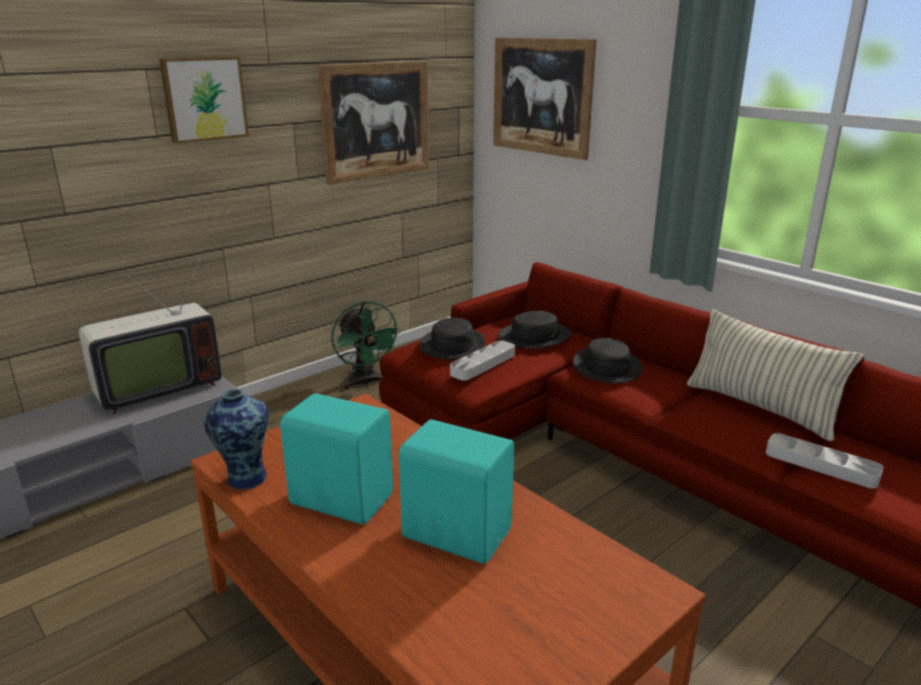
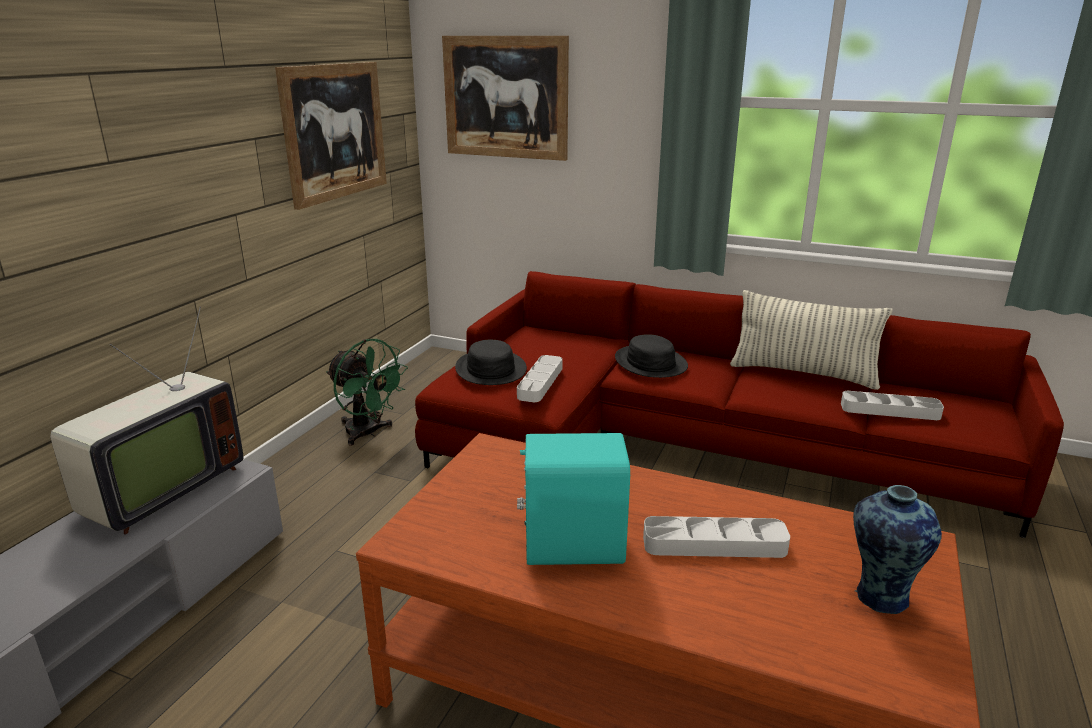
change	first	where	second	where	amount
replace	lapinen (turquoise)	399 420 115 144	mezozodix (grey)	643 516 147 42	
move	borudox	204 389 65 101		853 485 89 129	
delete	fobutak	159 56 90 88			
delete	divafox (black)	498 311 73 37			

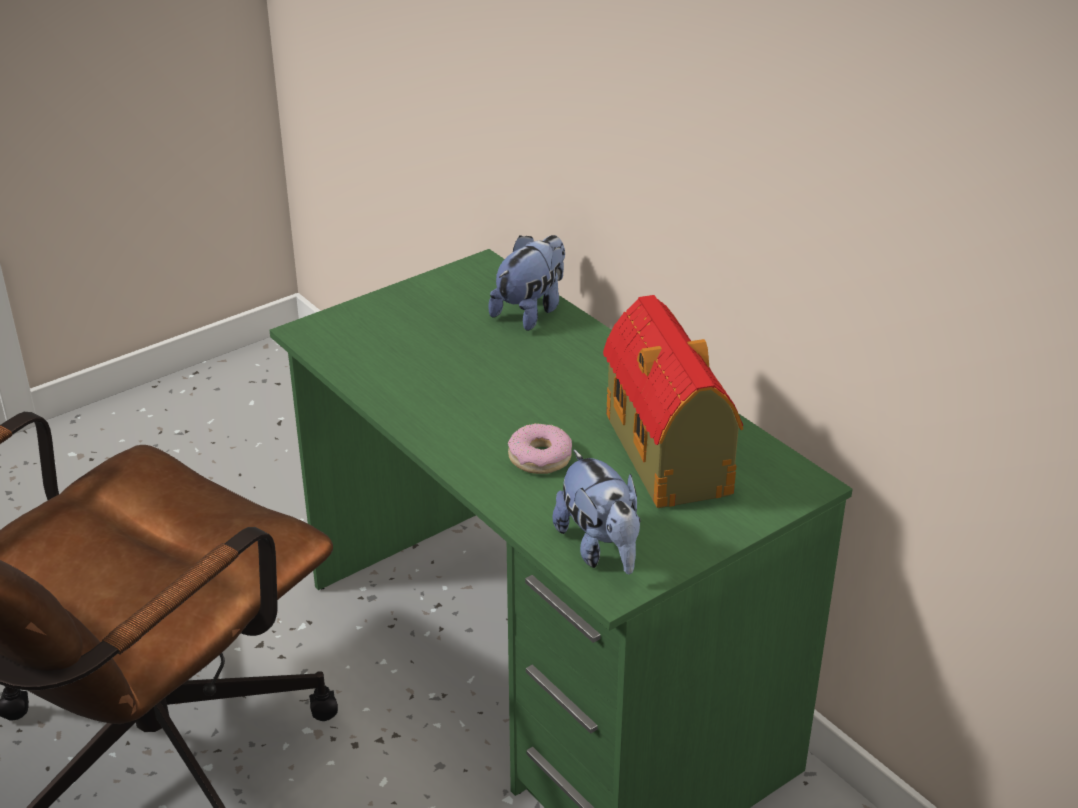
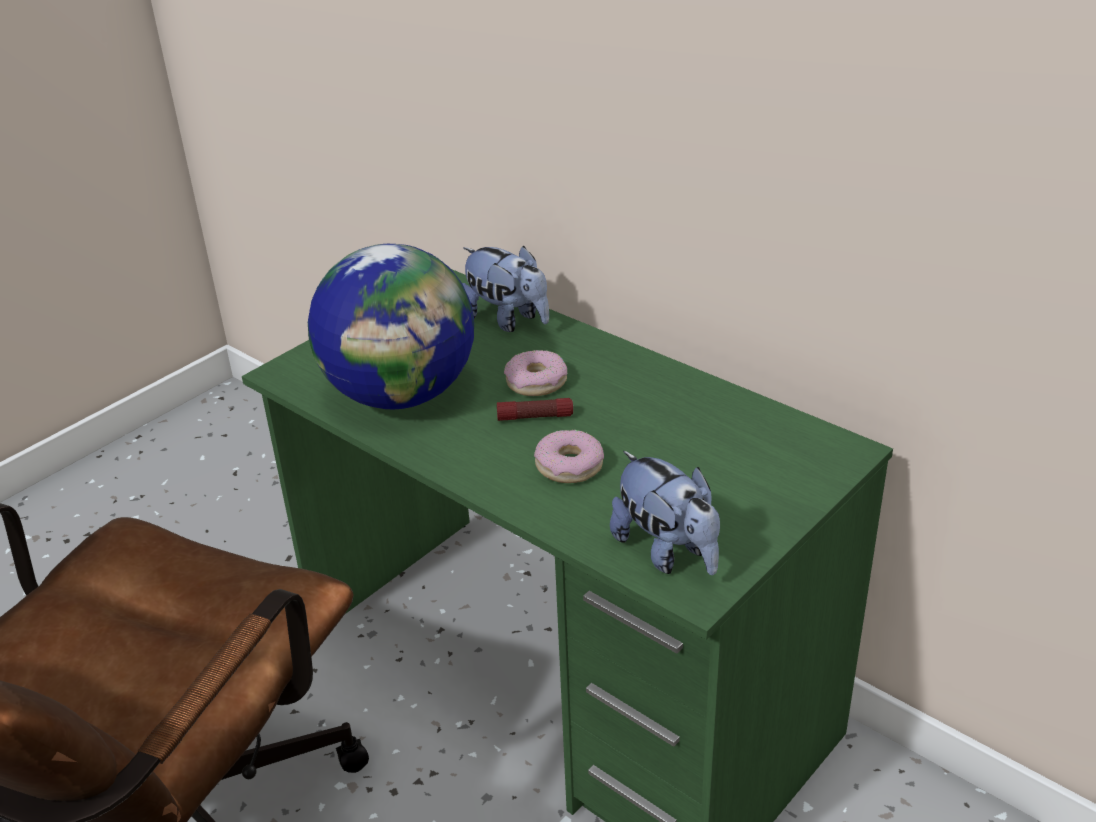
change	first	where	second	where	amount
insert			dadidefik	308 244 166 165	
rotate	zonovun	488 235 77 96		462 246 87 86	105 degrees clockwise
insert			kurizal	497 398 76 23	
insert			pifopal	504 350 63 46	
delete	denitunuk	603 295 140 213			

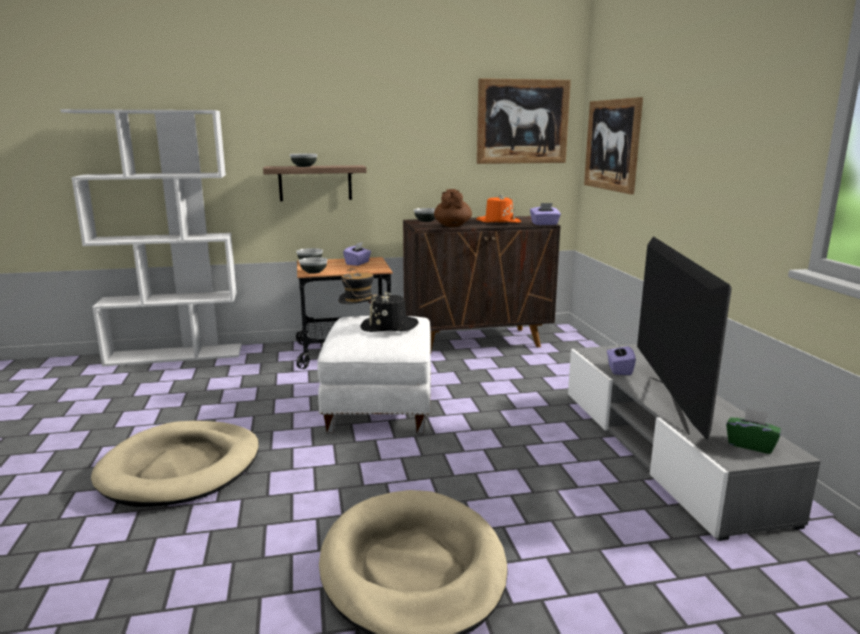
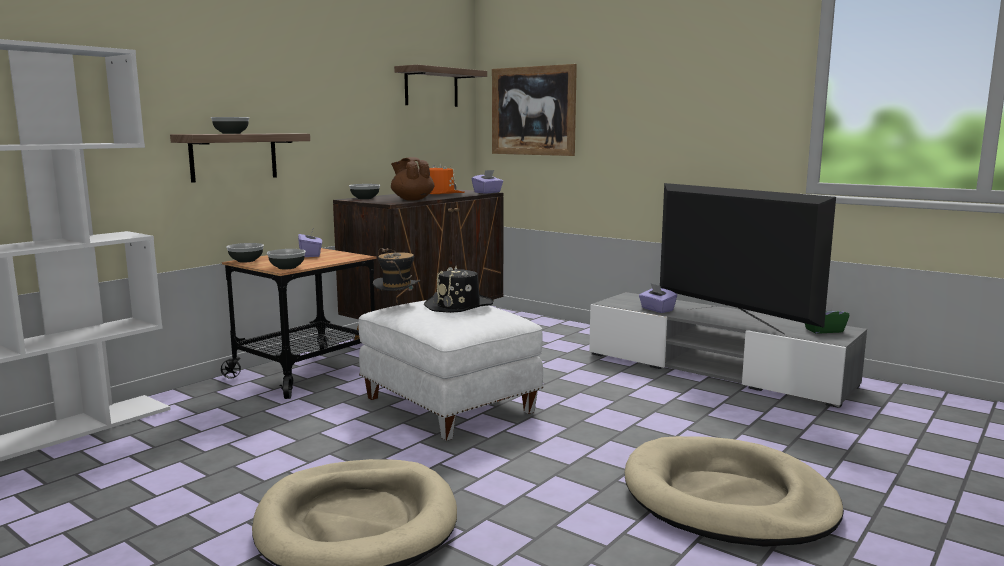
change	first	where	second	where	amount
replace	fobutak	477 78 94 86	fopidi	394 65 93 42	

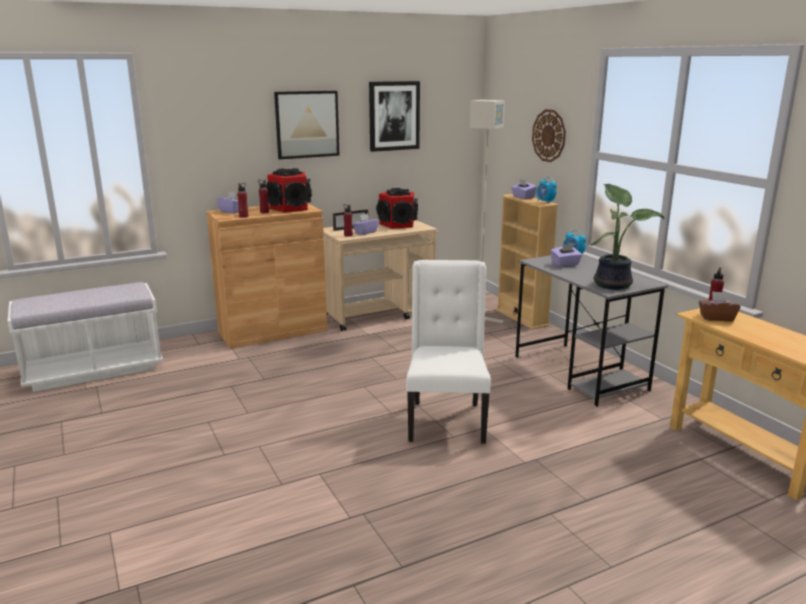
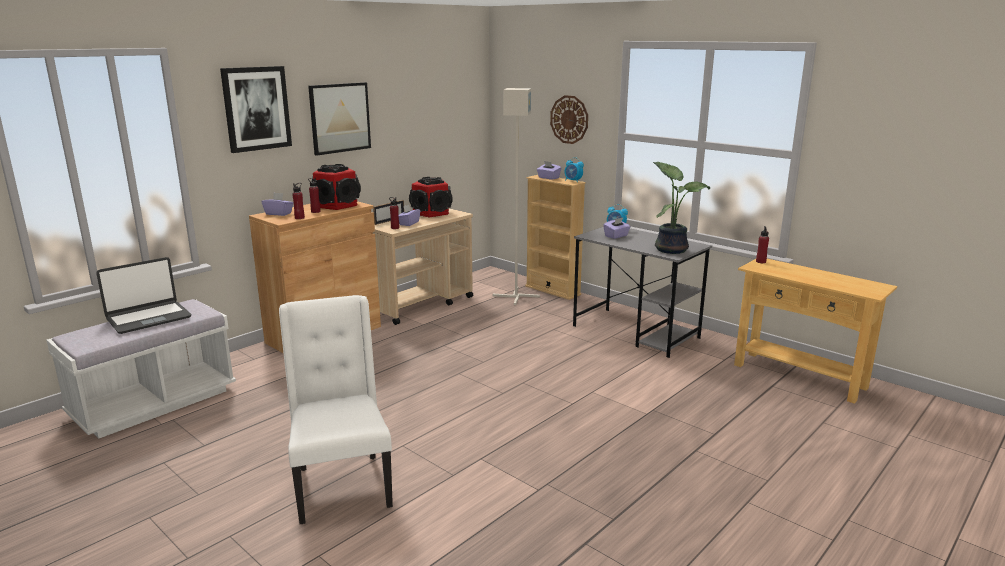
change	first	where	second	where	amount
insert			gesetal	96 257 95 77	
move	fobutak	369 81 51 71		220 66 72 87	
move	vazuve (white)	406 260 85 184		279 295 114 229	
delete	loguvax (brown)	699 291 42 30			

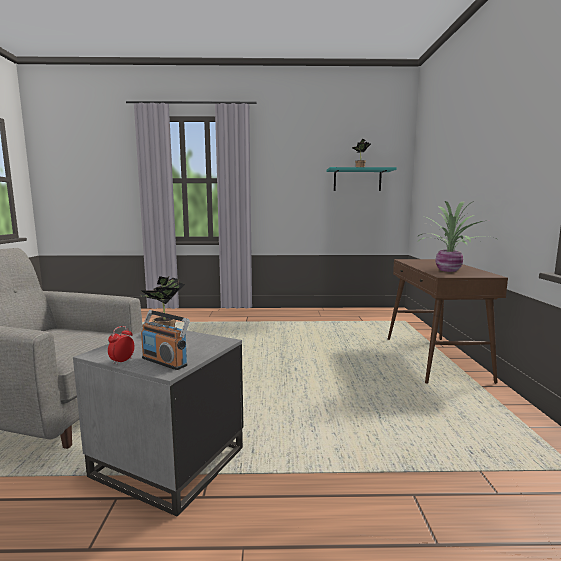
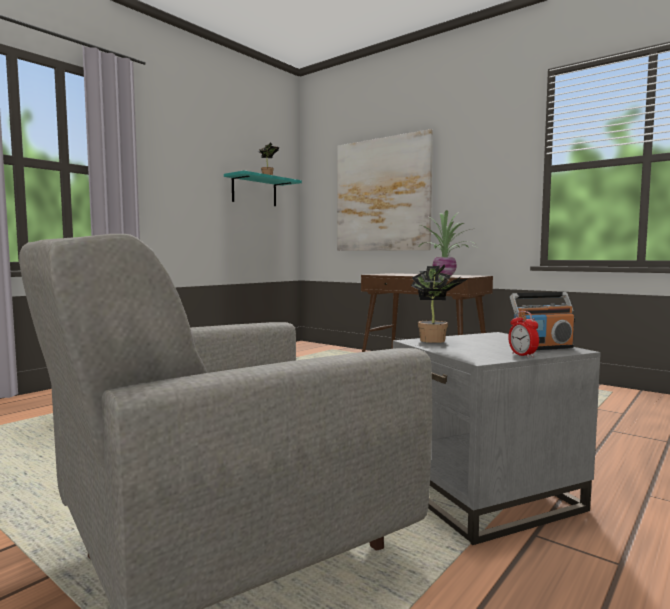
change	first	where	second	where	amount
insert			fobutak	337 129 96 122	

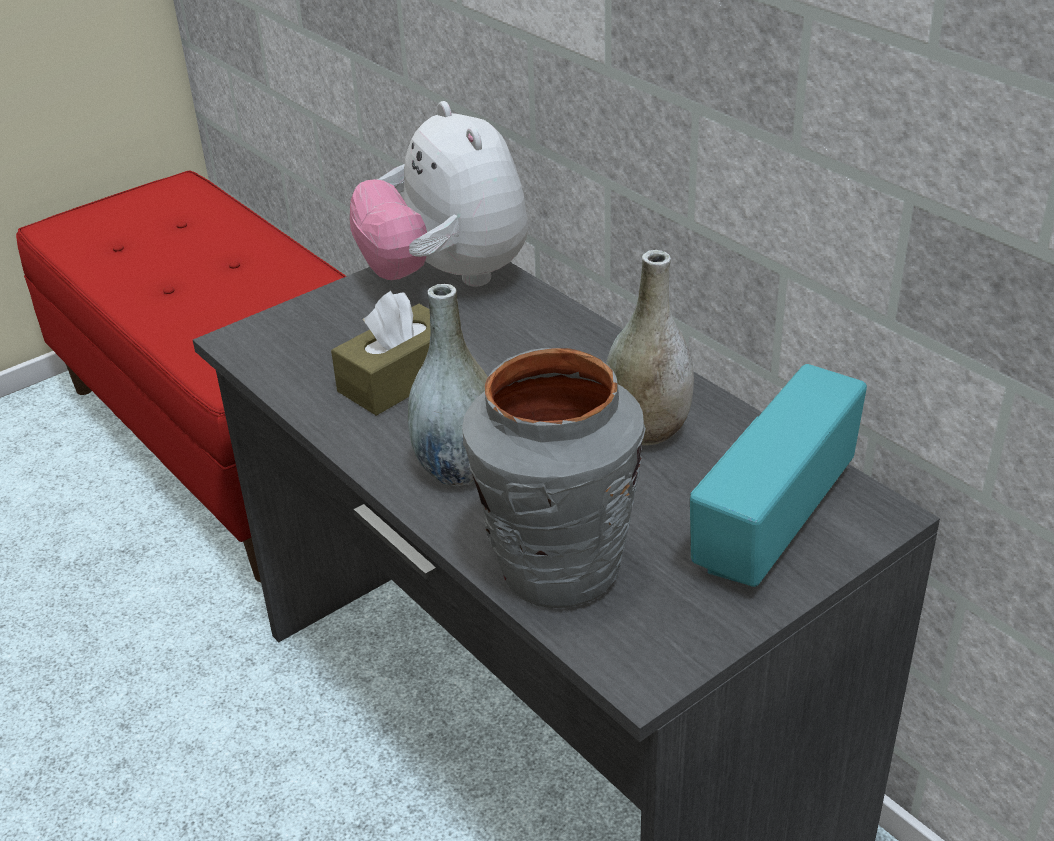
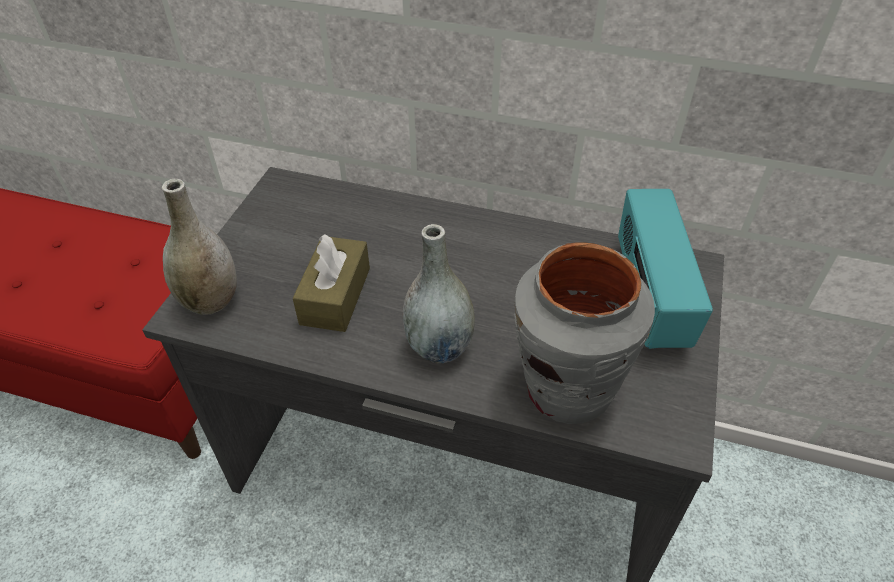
change	first	where	second	where	amount
move	borudox (grey)	606 250 88 195		162 179 75 136	
delete	zonovun	350 101 178 186			

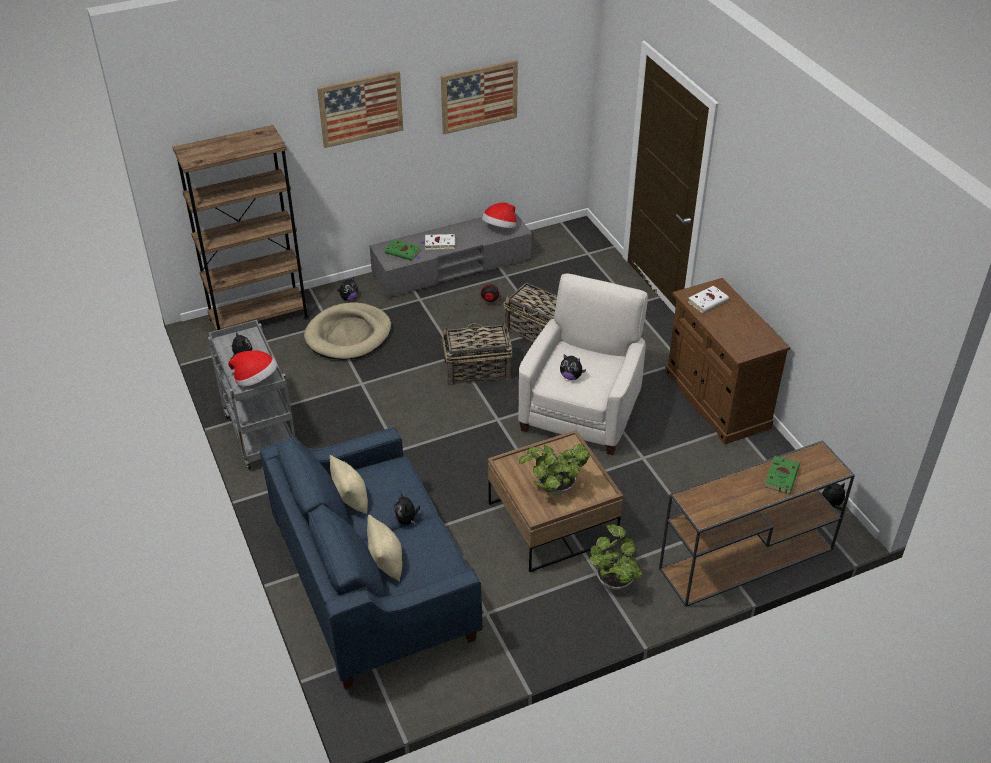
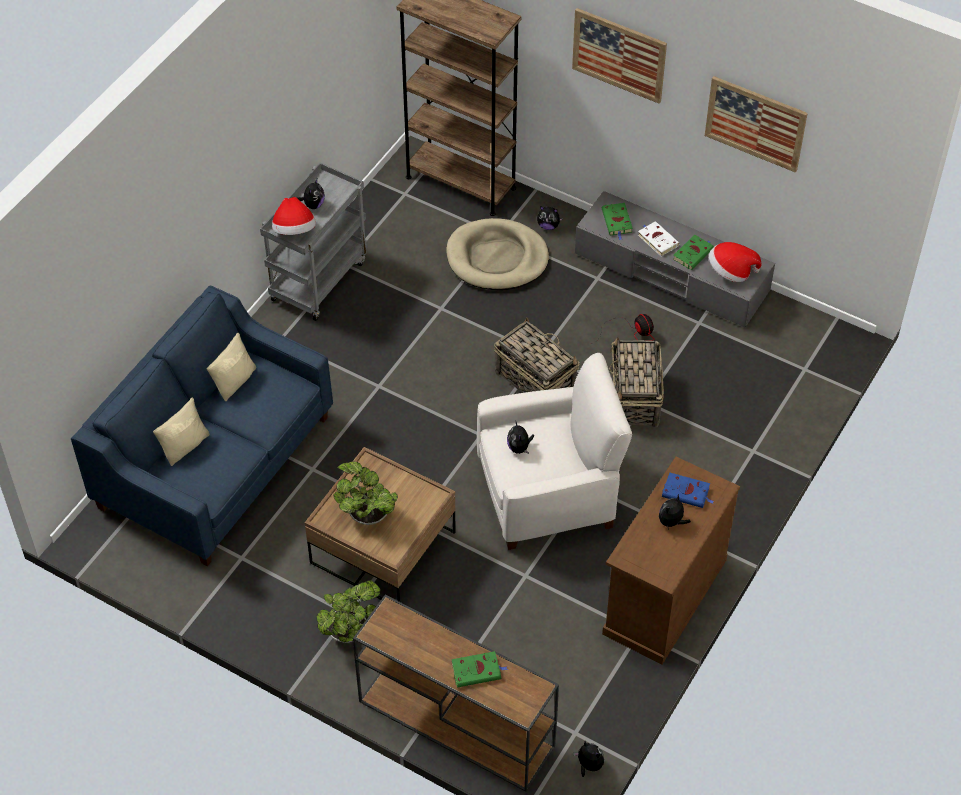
change	first	where	second	where	amount
move	zonovun	393 493 27 32		659 494 32 36	
recolor	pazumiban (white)	688 286 41 27	pazumiban (blue)	662 473 52 35	
insert			pazumiban (green)	673 235 41 35	

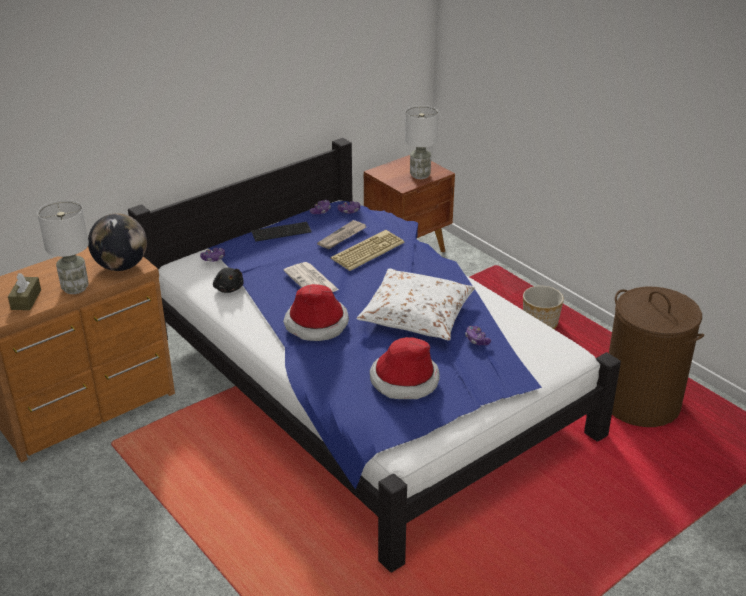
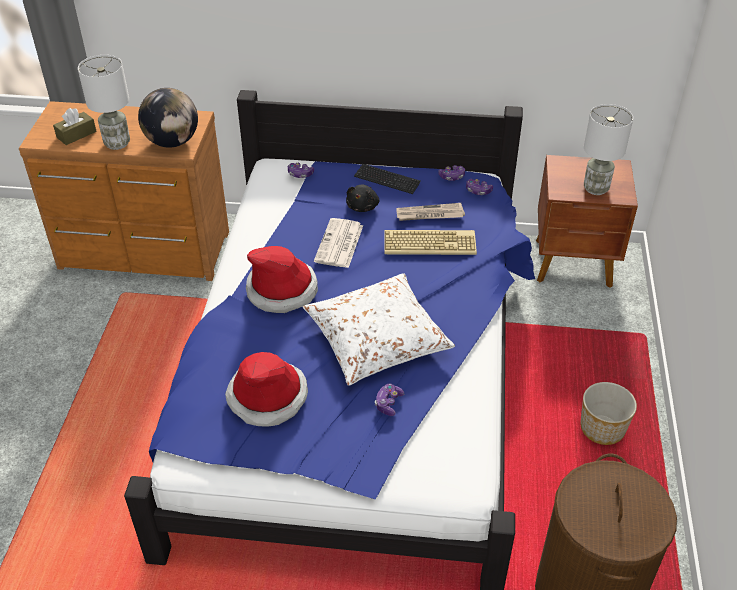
change	first	where	second	where	amount
move	zonovun (black)	213 268 31 25		346 185 33 27	

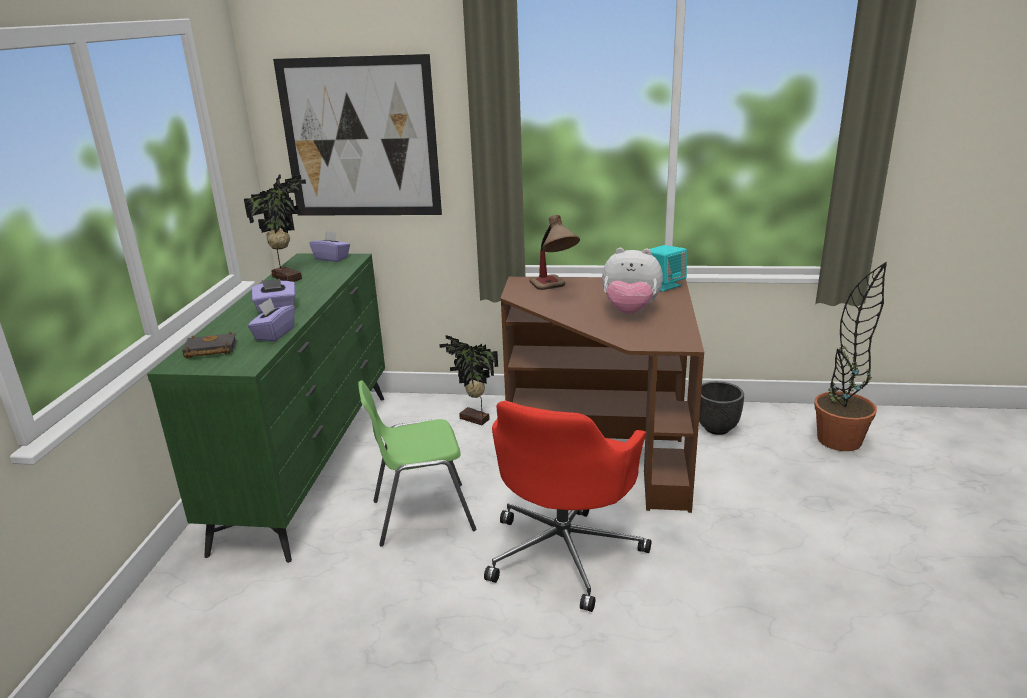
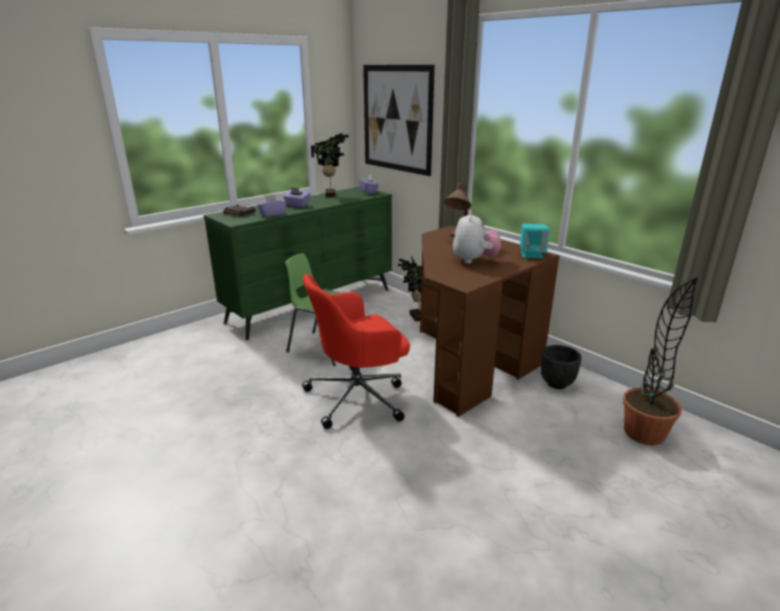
change	first	where	second	where	amount
rotate	zonovun	602 248 61 66		453 211 48 53	135 degrees counterclockwise

